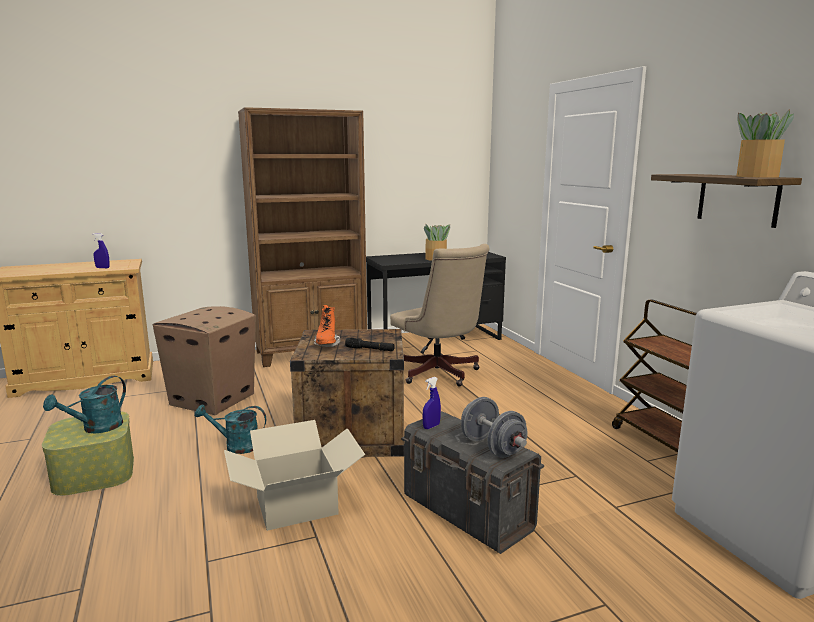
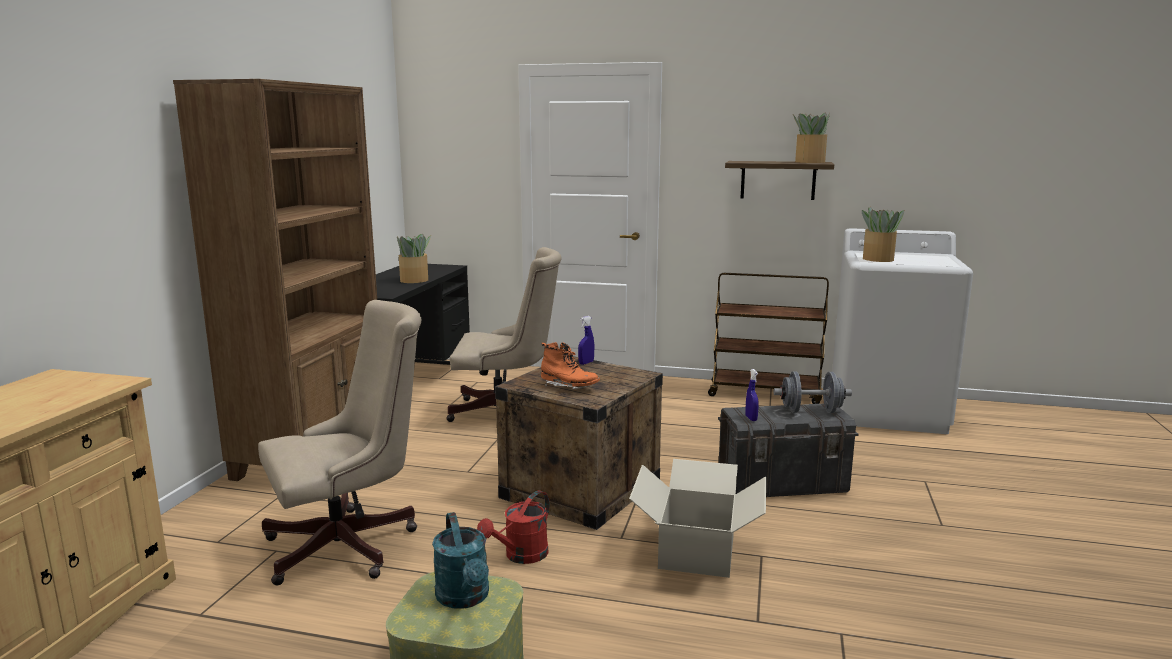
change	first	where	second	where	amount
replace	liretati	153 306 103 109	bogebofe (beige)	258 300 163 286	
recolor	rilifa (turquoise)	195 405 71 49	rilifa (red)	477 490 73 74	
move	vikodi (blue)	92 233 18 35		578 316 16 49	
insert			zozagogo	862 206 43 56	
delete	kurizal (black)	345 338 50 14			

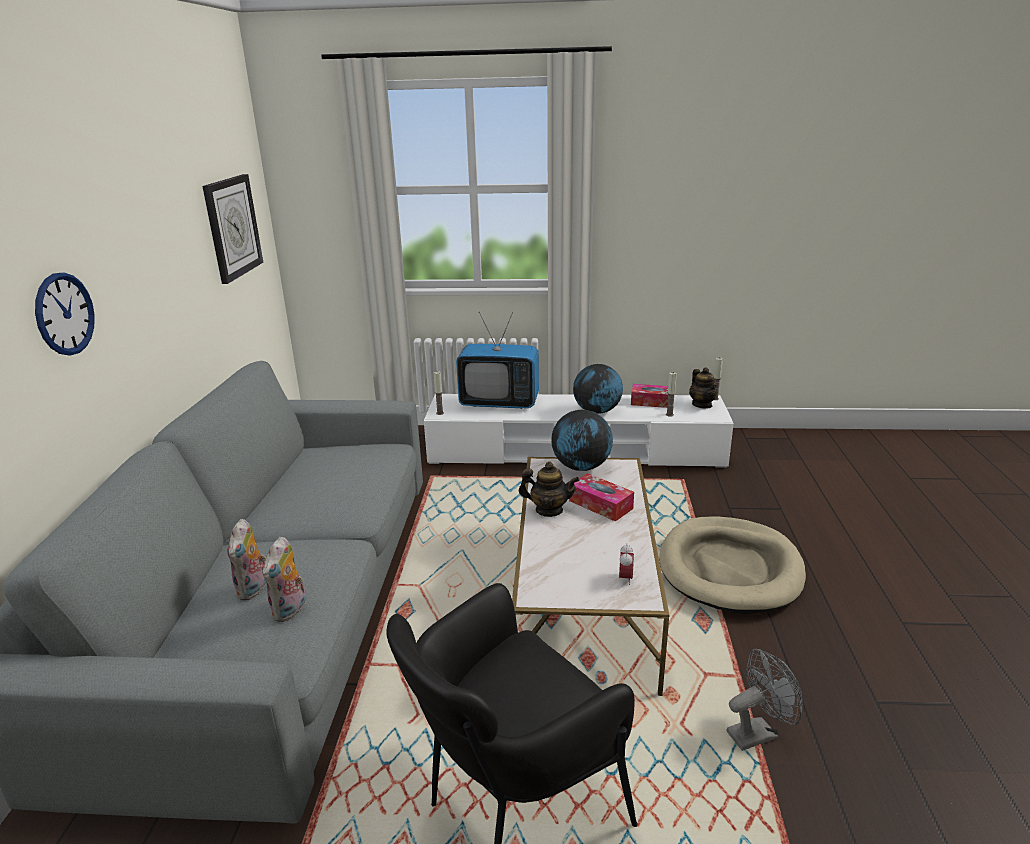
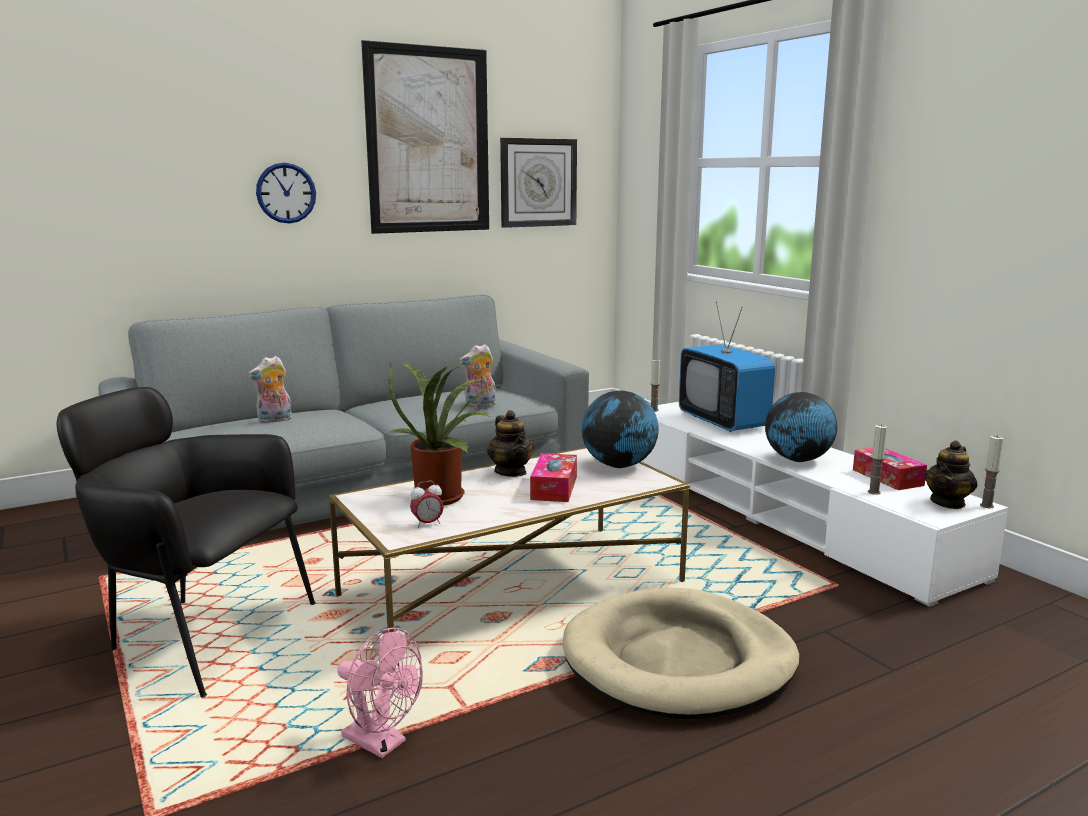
change	first	where	second	where	amount
recolor	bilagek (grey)	726 649 77 102	bilagek (pink)	337 628 86 130	
insert			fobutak	361 40 128 194	
insert			zozagogo	387 362 115 144	
move	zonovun	262 537 44 85		459 344 37 64	

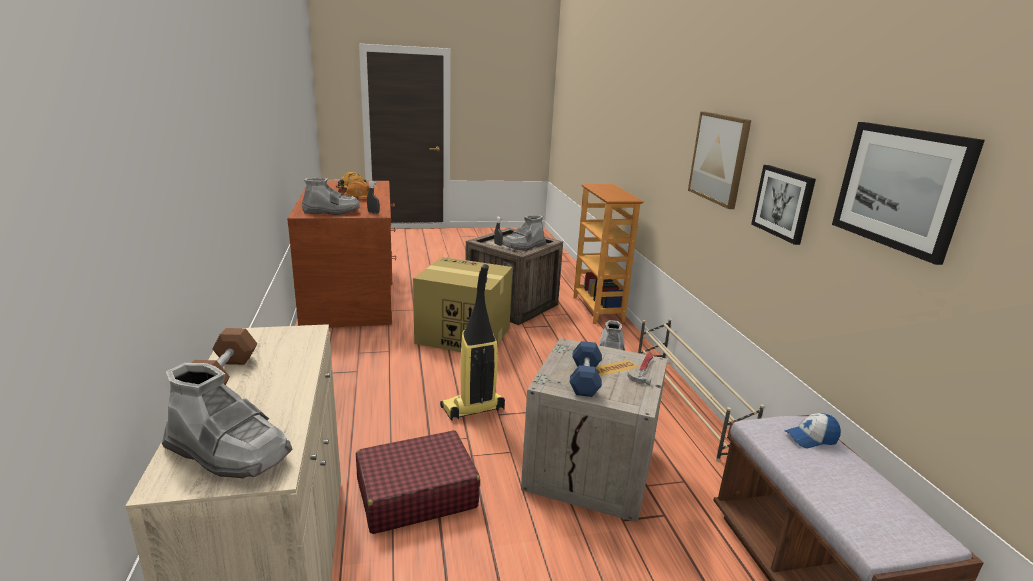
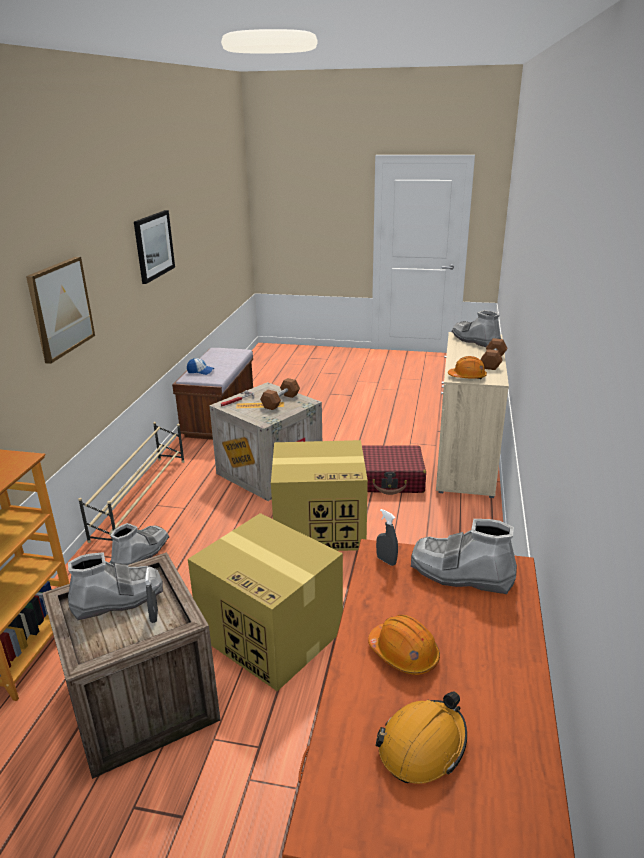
change	first	where	second	where	amount
recolor	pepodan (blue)	570 341 32 56	pepodan (brown)	260 378 40 32	
replace	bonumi	440 264 65 157	liretati	271 440 97 111	
insert			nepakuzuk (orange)	448 356 39 23	
delete	fobutak	751 165 65 80			

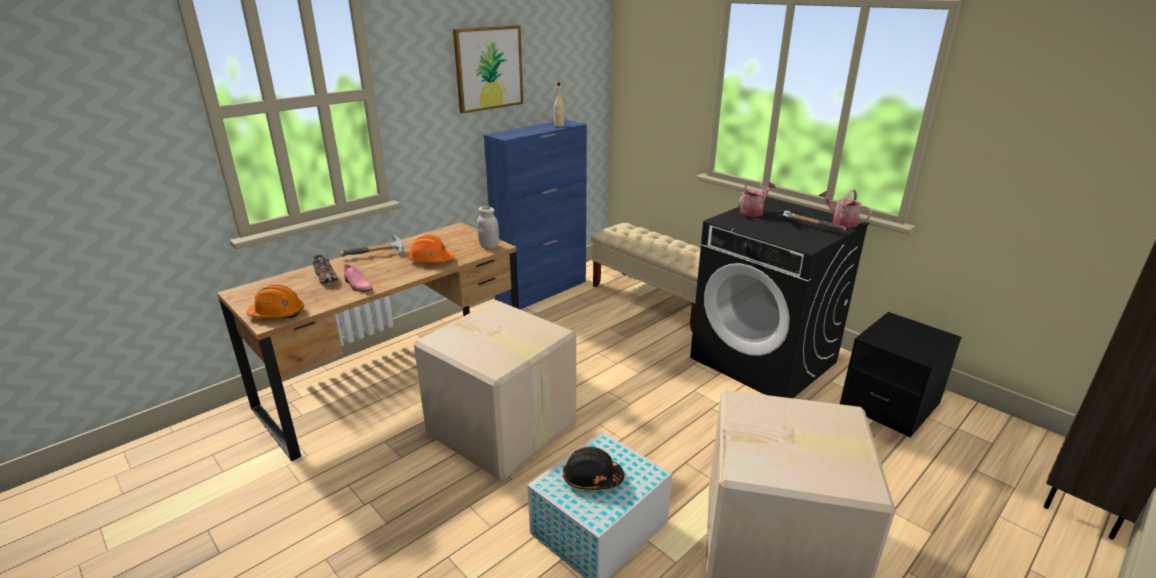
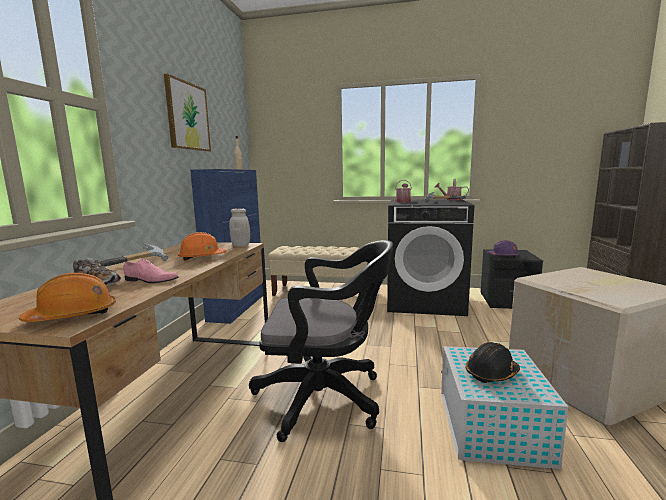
change	first	where	second	where	amount
replace	liretati	414 300 162 181	bogebofe (black)	249 240 144 202	
insert			nepakuzuk (purple)	487 240 33 18	

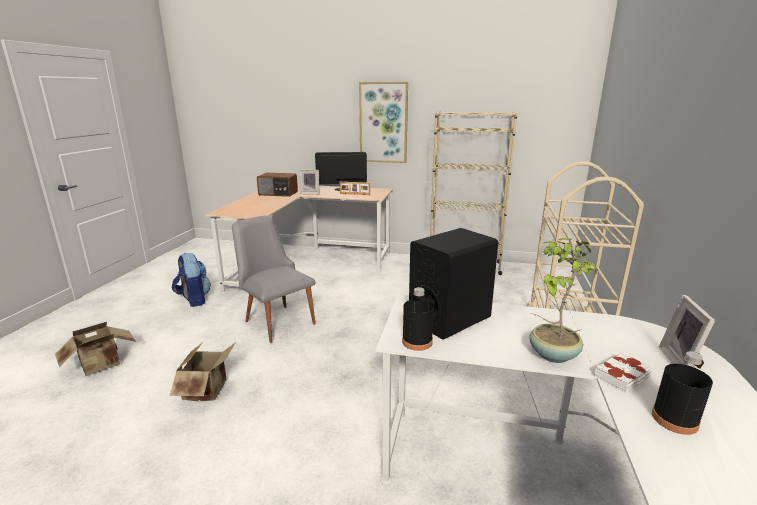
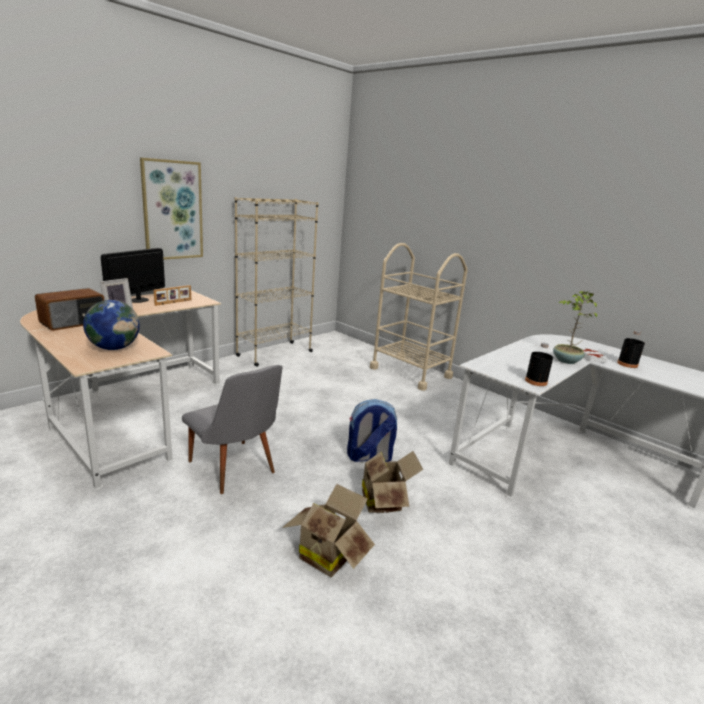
change	first	where	second	where	amount
insert			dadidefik	83 300 57 50	
rotate	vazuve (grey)	232 216 84 127		182 365 100 129	120 degrees counterclockwise
move	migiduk	172 253 39 54		347 399 50 63	
move	liretati	55 322 81 54		362 451 61 62	
delete	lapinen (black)	409 228 89 112			
delete	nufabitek	659 295 56 74			

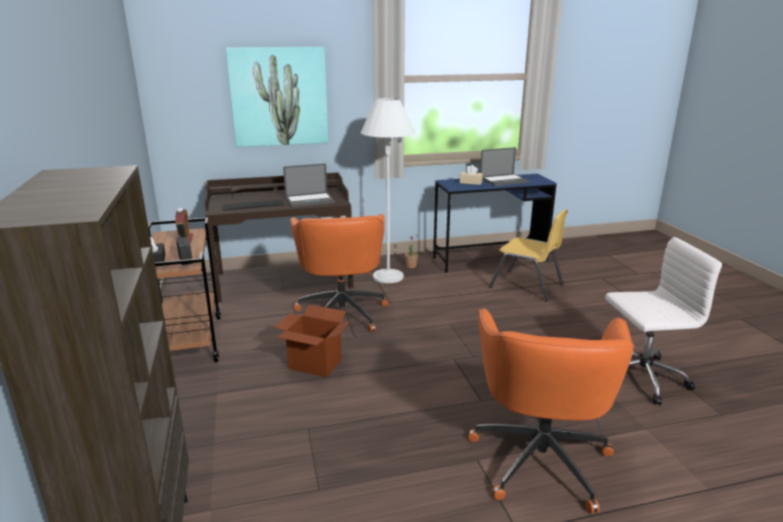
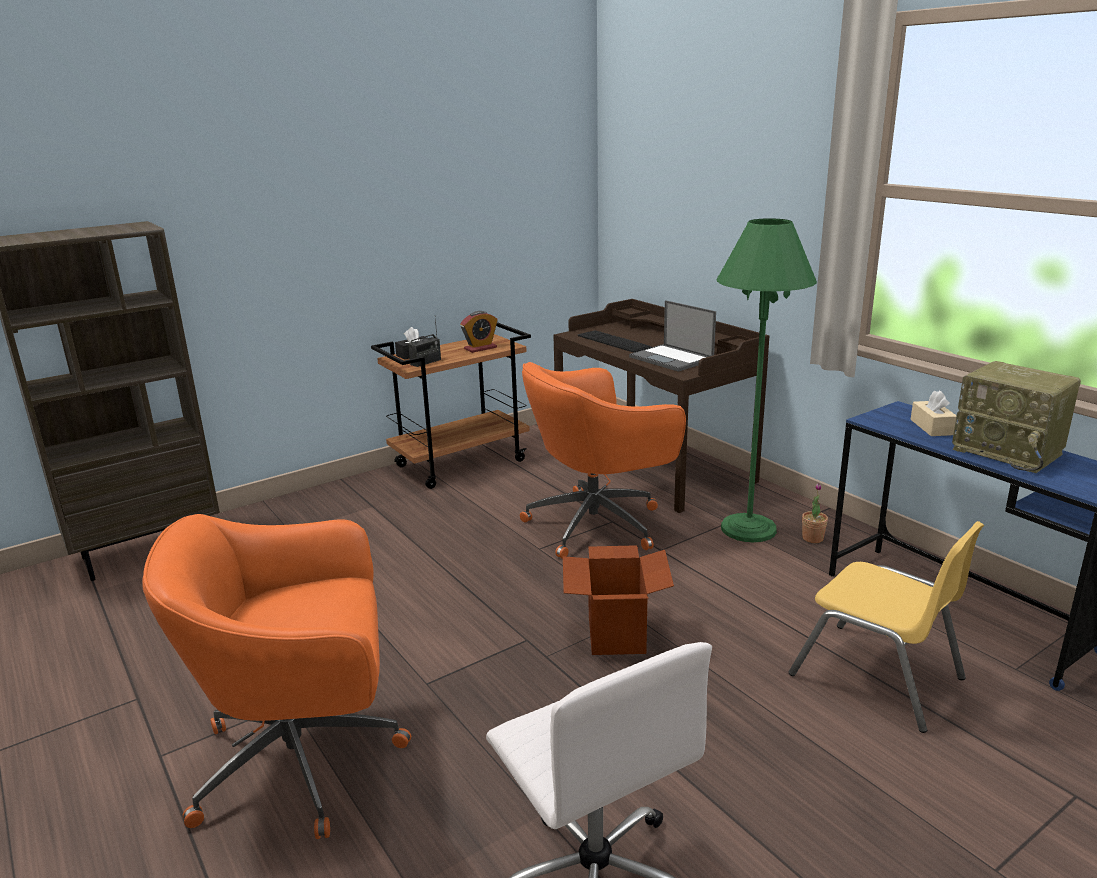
change	first	where	second	where	amount
move	liretati	274 305 77 73		563 545 111 110	
recolor	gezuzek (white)	361 98 54 185	gezuzek (green)	717 218 100 324	
rotate	vazuve (yellow)	489 209 79 93		789 521 195 212	60 degrees counterclockwise
replace	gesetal	480 147 50 39	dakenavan	952 361 129 112	
delete	fobutak	226 47 103 100			

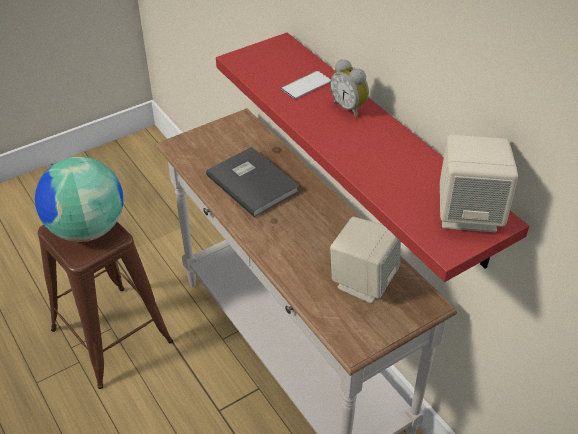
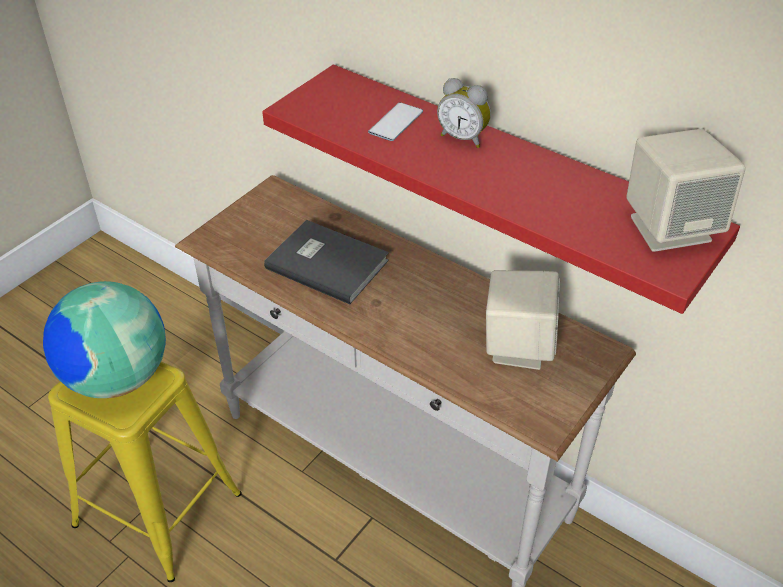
change	first	where	second	where	amount
recolor	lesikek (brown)	38 222 135 167	lesikek (yellow)	48 361 194 221	

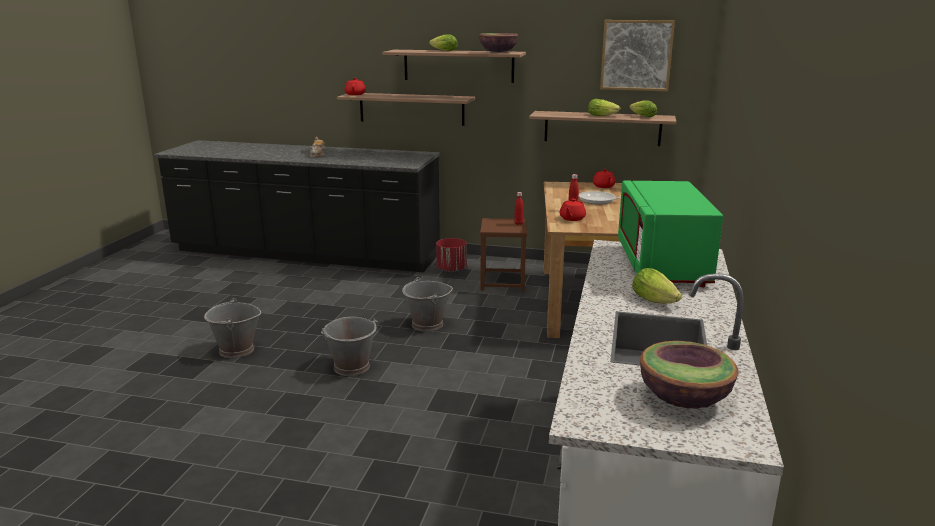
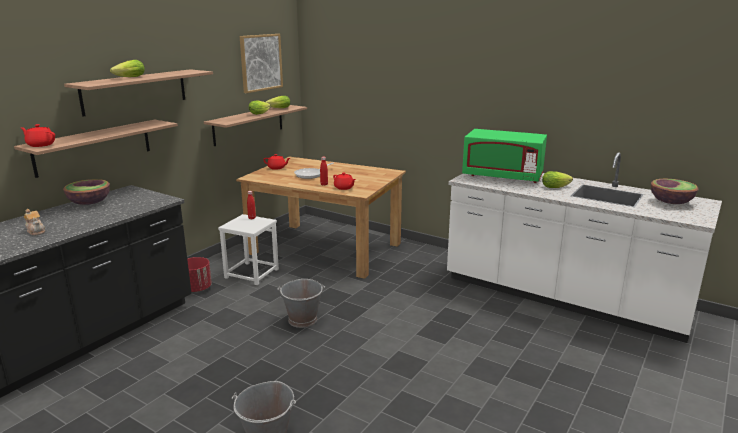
change	first	where	second	where	amount
move	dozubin	479 33 39 19		63 179 47 26	
recolor	lesikek (brown)	480 218 47 73	lesikek (white)	218 214 61 71	
delete	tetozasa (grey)	321 317 57 59			

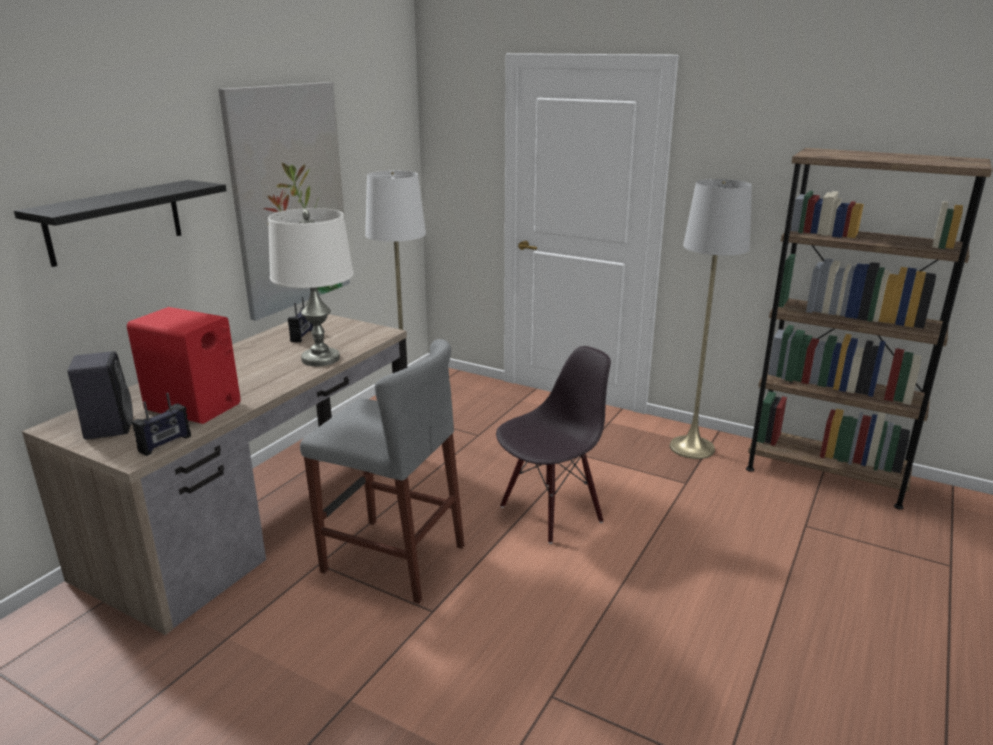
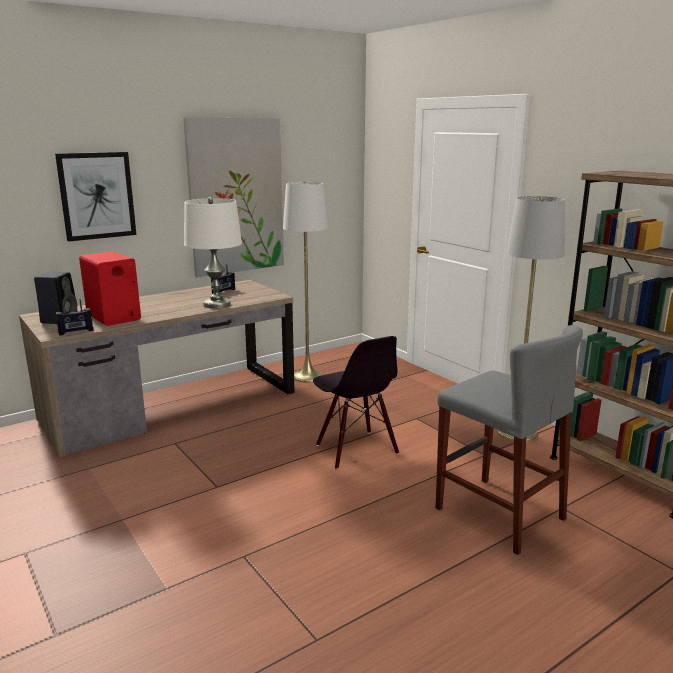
change	first	where	second	where	amount
replace	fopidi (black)	14 180 213 87	fobutak	55 152 81 90	
rotate	vazuve (black)	496 346 115 198		313 336 86 134	75 degrees clockwise
move	lesikek (grey)	300 339 164 265		436 325 147 230	

